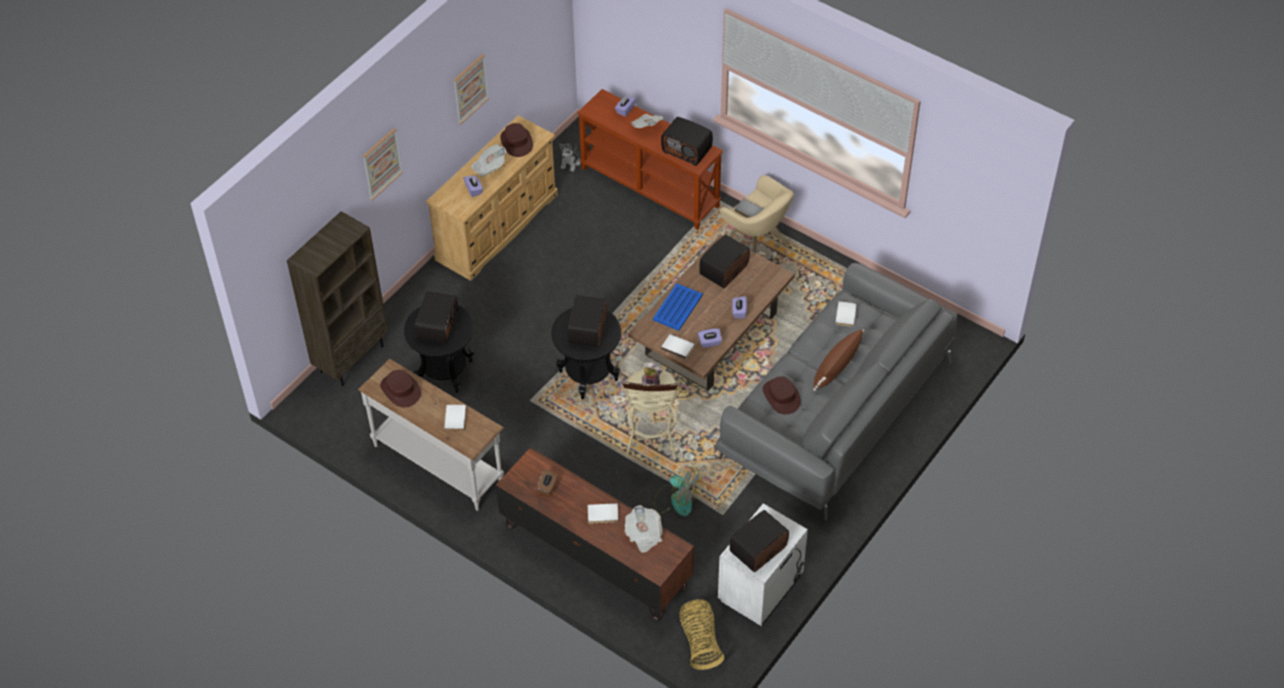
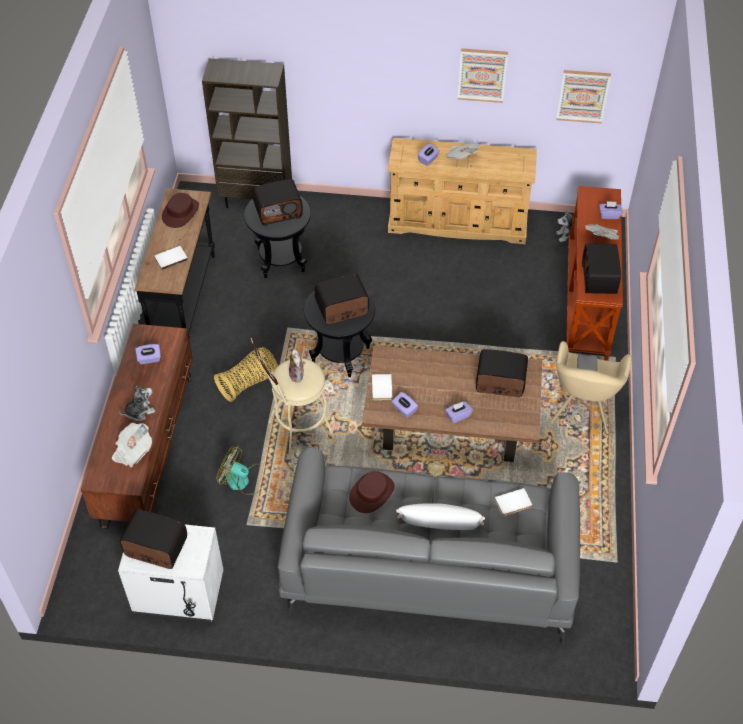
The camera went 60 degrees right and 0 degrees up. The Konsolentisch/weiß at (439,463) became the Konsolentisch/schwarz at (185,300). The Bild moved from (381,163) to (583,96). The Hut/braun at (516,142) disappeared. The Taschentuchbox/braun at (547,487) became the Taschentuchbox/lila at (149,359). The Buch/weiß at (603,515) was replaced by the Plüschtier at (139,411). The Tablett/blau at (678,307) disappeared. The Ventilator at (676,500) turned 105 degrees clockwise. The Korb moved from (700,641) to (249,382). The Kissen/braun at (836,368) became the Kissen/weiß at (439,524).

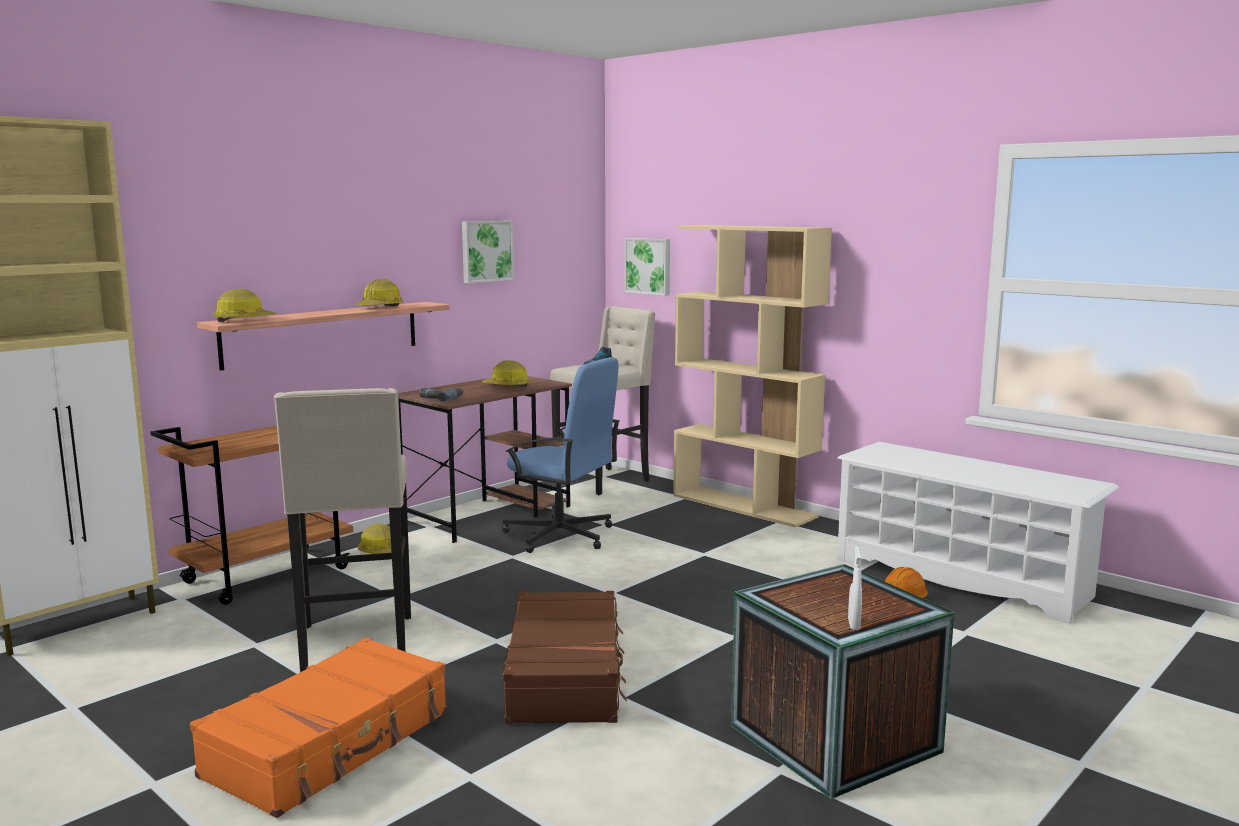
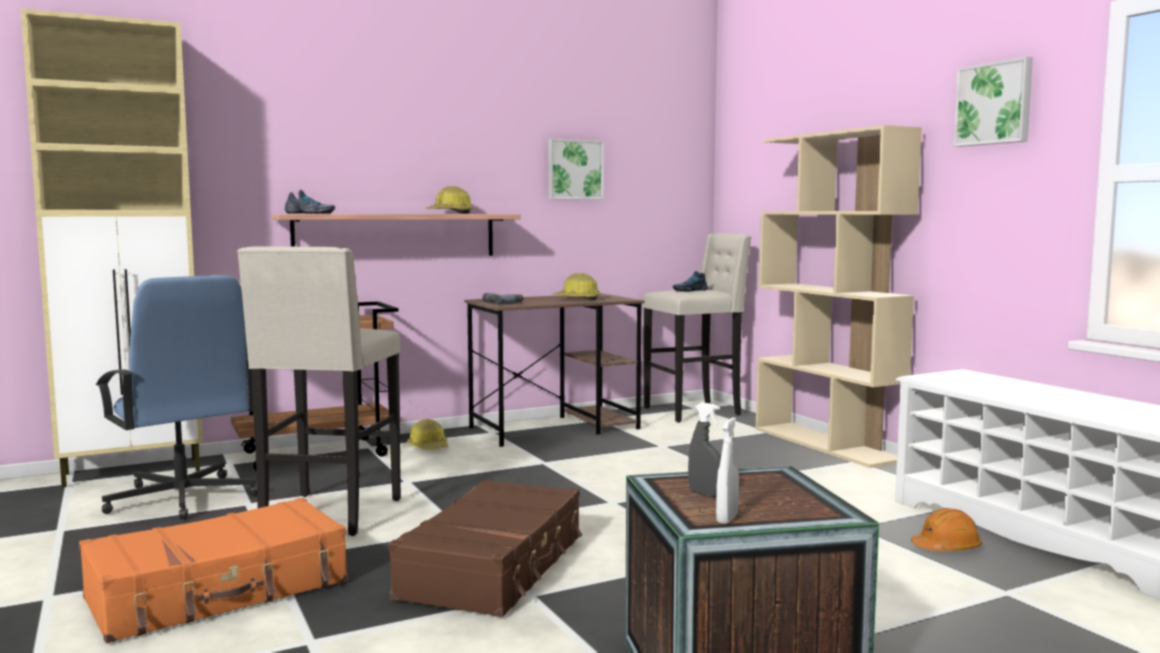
The camera went 20 degrees right and 5 degrees down. The Schutzhelm at (244,320) was replaced by the Schuh at (310,213). The Bürostuhl/blau moved from (560,536) to (182,498). The Bild moved from (648,266) to (994,104). The Sprühflasche/grau at (705,494) appeared.

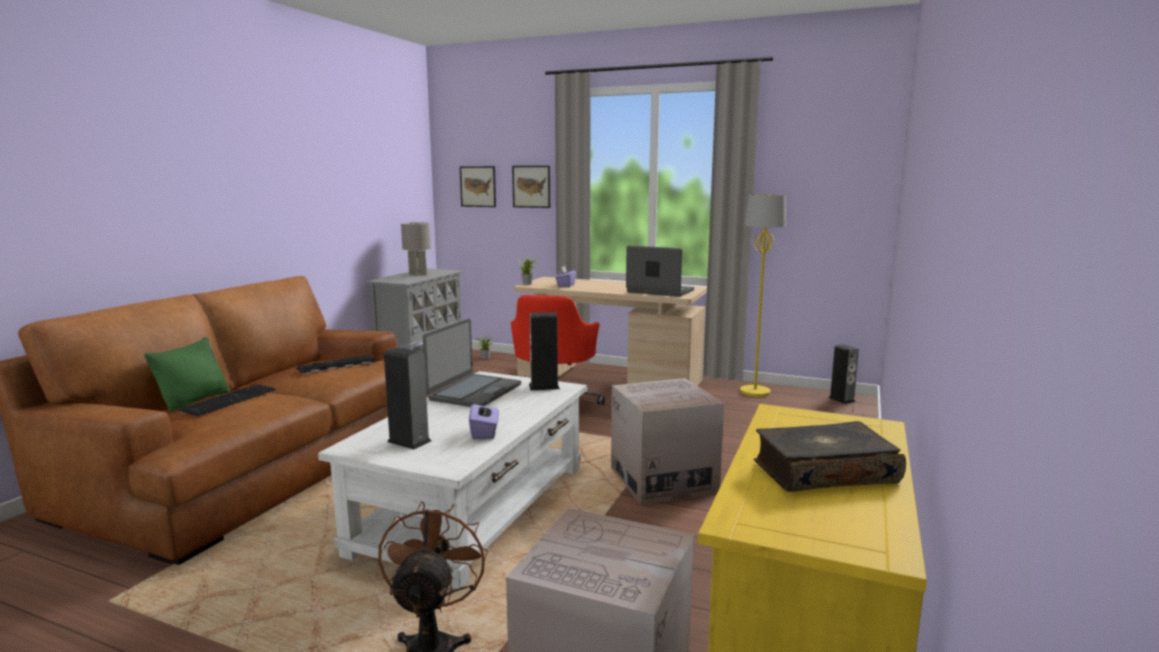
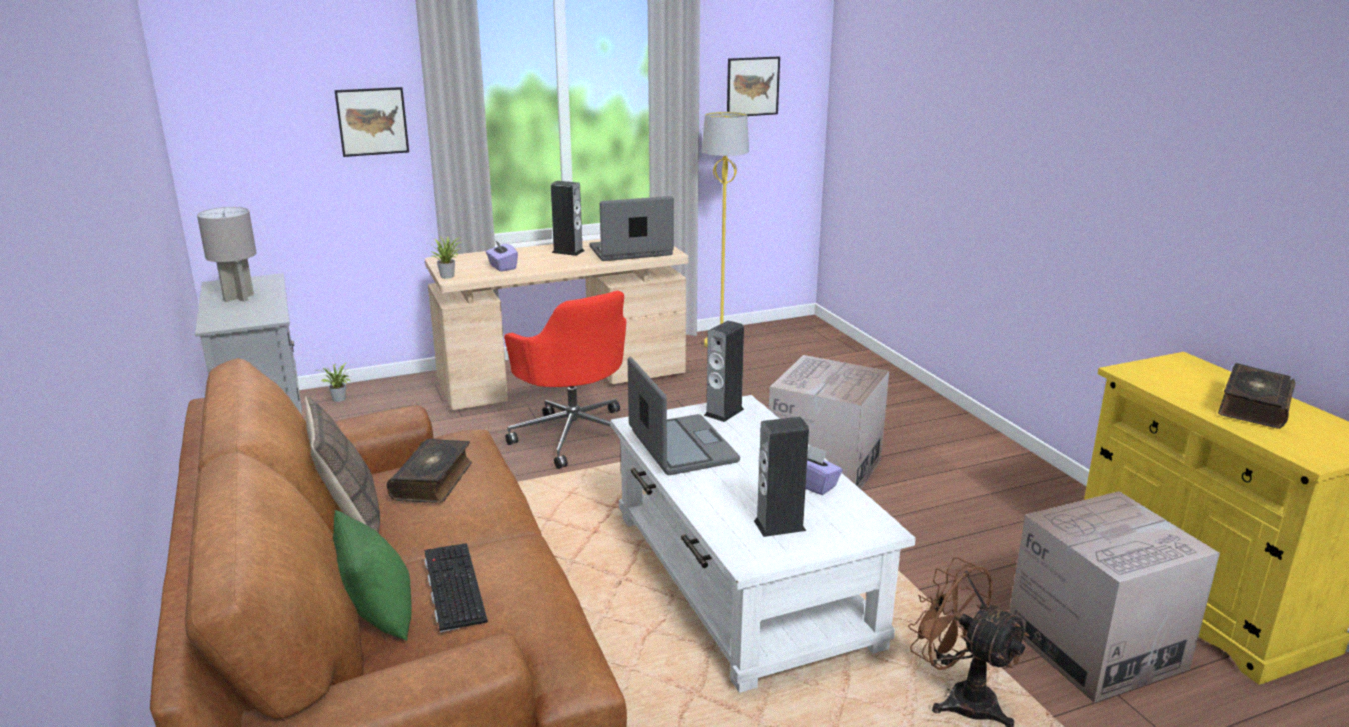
The camera went 45 degrees left and 10 degrees up. The Tastatur at (336,365) was replaced by the Buch at (434,481). The Bild moved from (478,186) to (752,86). The Lautsprecher moved from (841,399) to (568,251). The Kissen at (350,516) appeared.

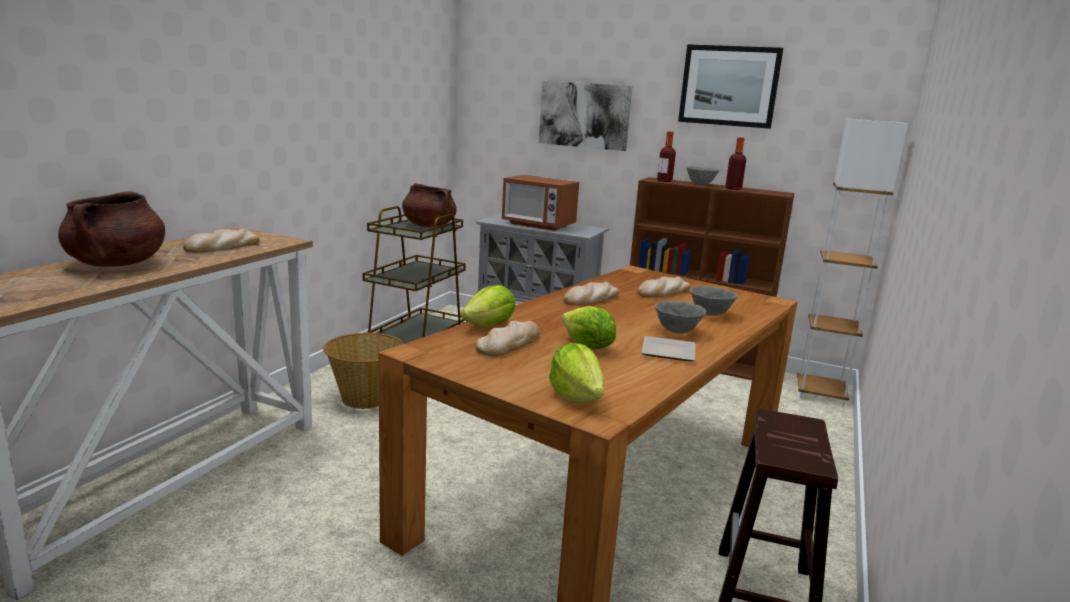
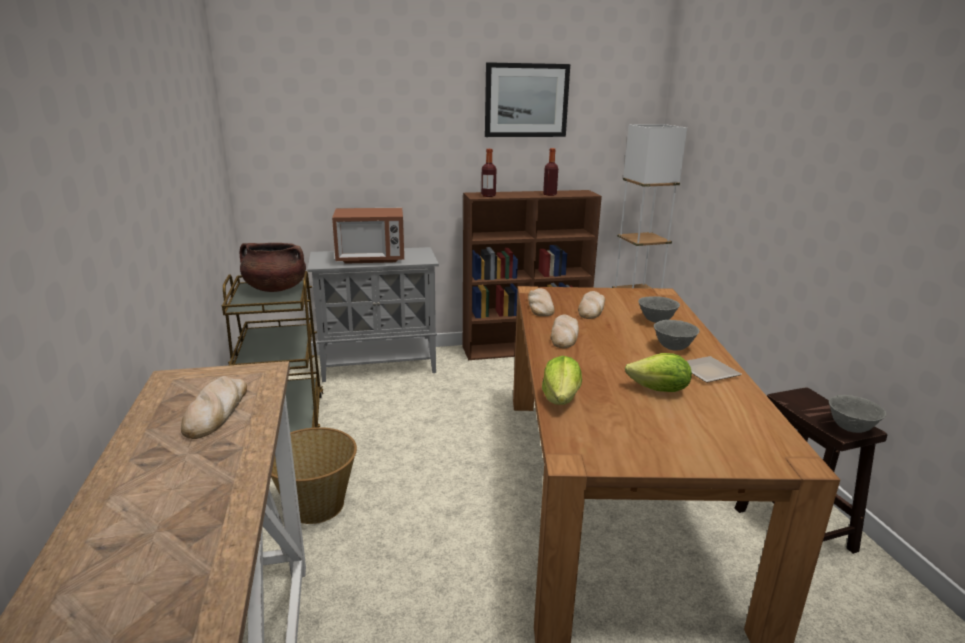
The camera went 35 degrees left and 5 degrees up. The Kochtopf/braun at (117,264) disappeared. The Brot moved from (508,343) to (540,306). The Bild at (584,115) disappeared. The Salatkopf at (576,397) disappeared. The Schüssel/grau moved from (701,184) to (851,428).

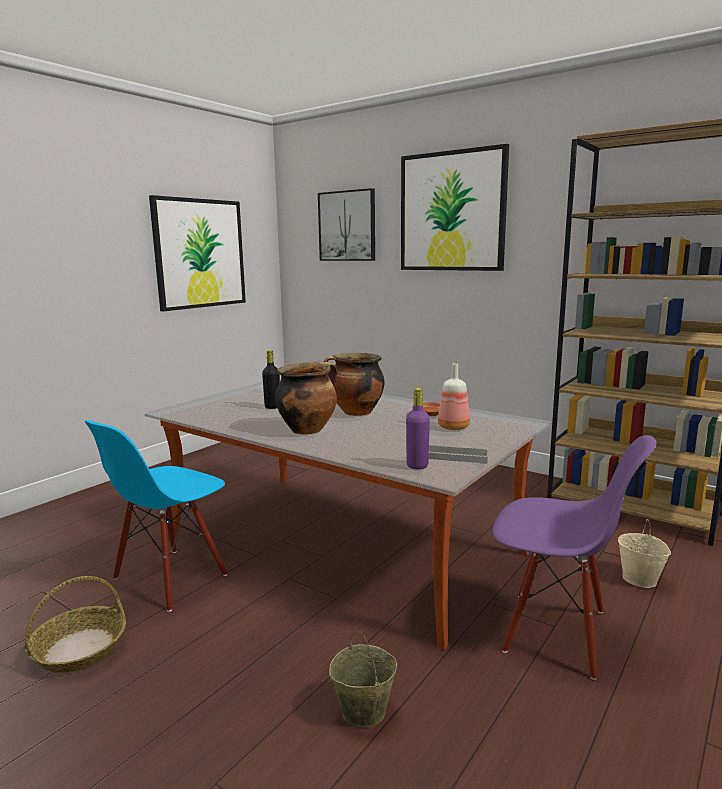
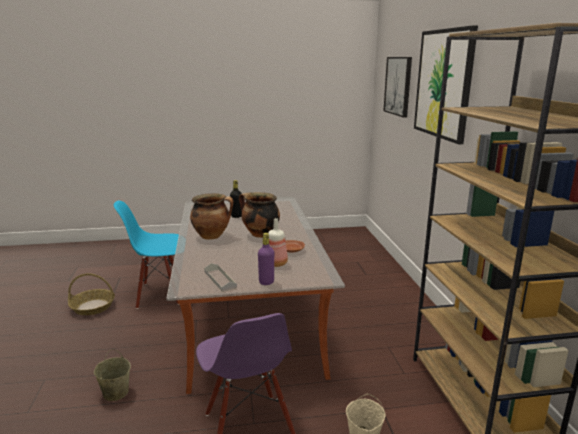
The camera went 45 degrees right and 5 degrees up. The Bild at (200,253) disappeared. The Flasche/lila moved from (417,465) to (266,282).

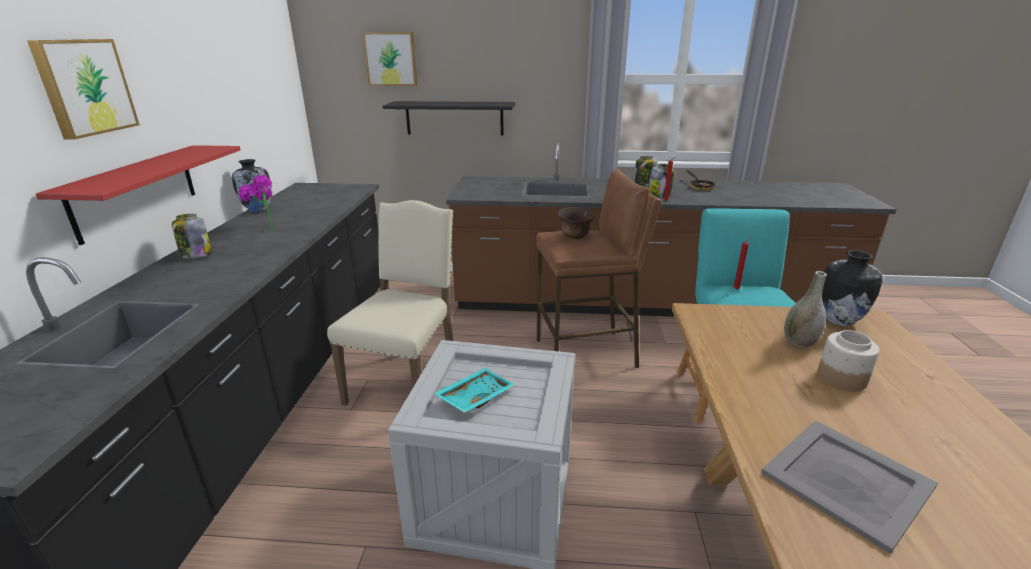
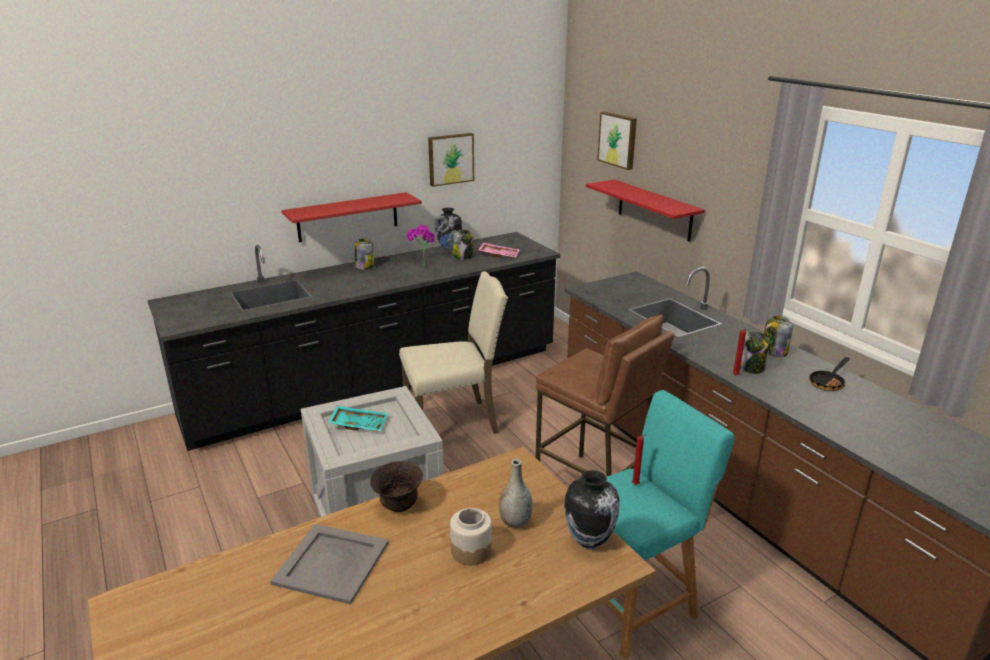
The camera went 55 degrees right and 0 degrees up. The Bild moved from (84,87) to (450,159). The Wandregal/schwarz at (454,118) became the Wandregal/rot at (654,210). The Schüssel/braun moved from (575,237) to (399,506). The Vorratsglas at (463,256) appeared. The Tablett/rosa at (499,255) appeared.

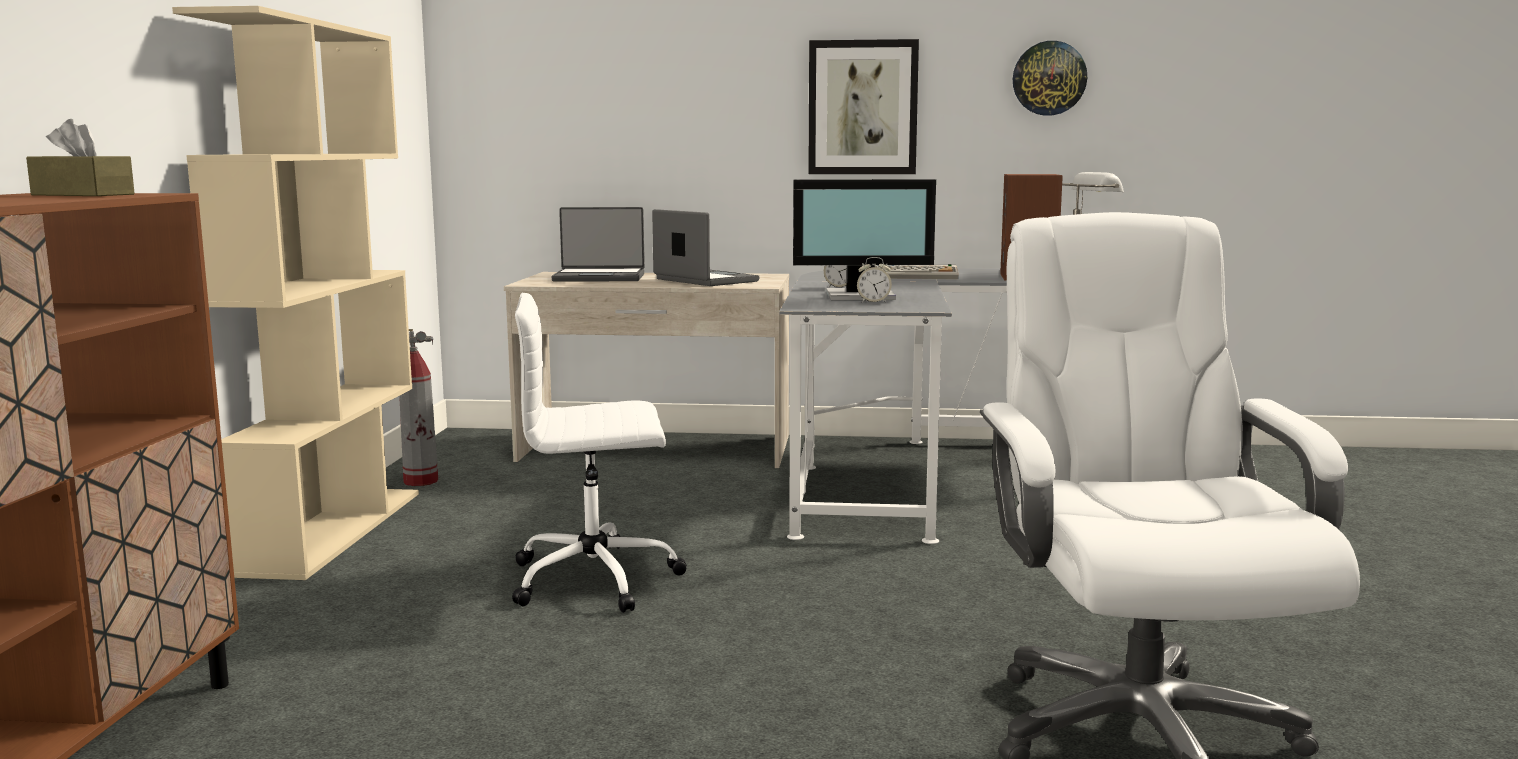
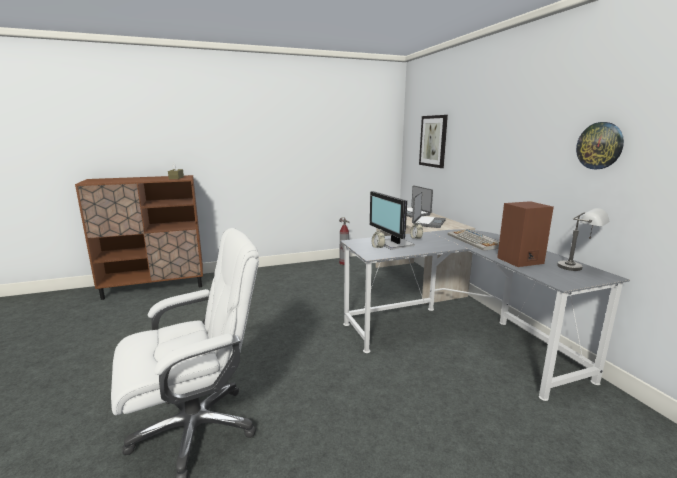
The camera went 65 degrees right and 5 degrees up. The Bücherregal/beige at (332,530) disappeared. The Bürostuhl/weiß at (597,579) disappeared. The Bild moved from (862,108) to (433,141).

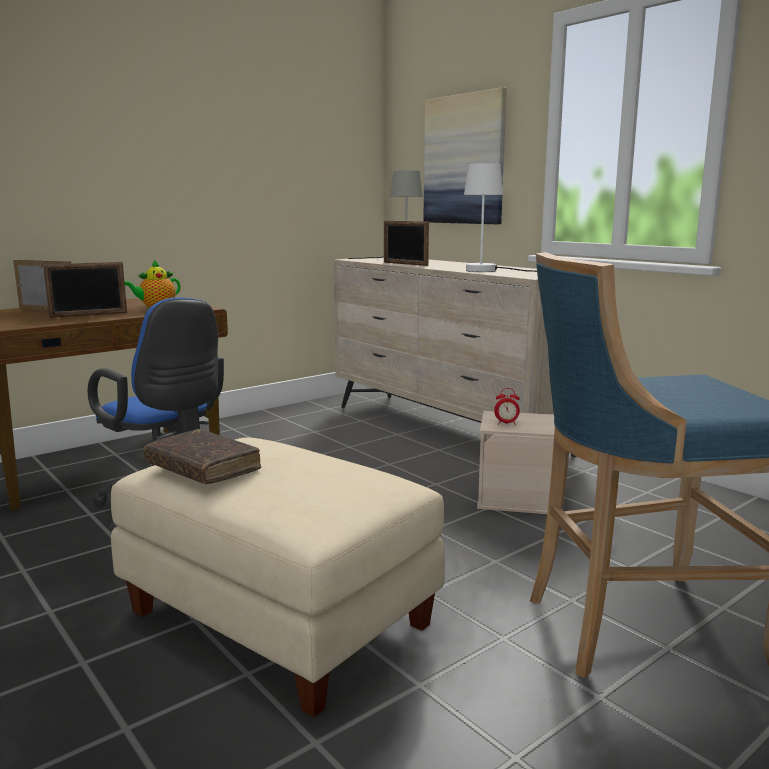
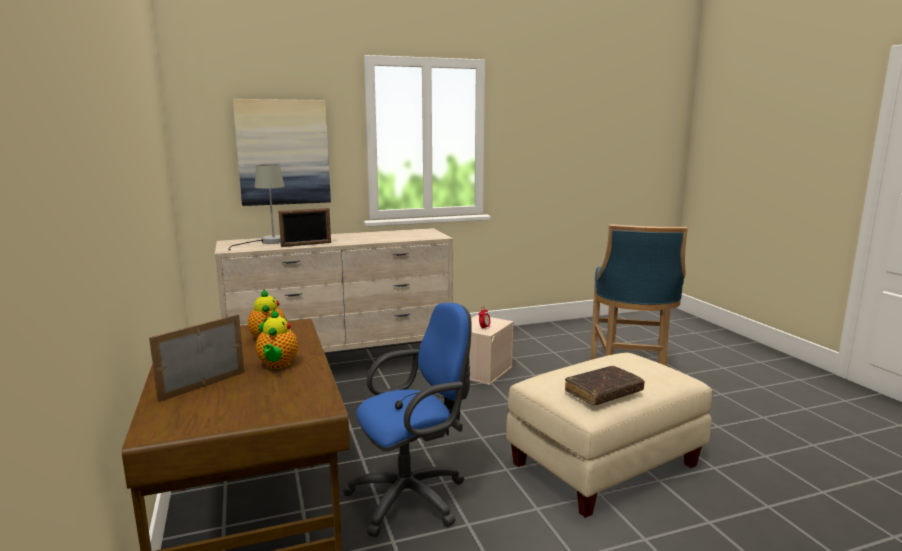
The camera went 70 degrees left and 0 degrees up. The Bilderrahmen at (89,315) was replaced by the Teekanne at (277,365). The Tischlampe/weiß at (491,270) disappeared.

